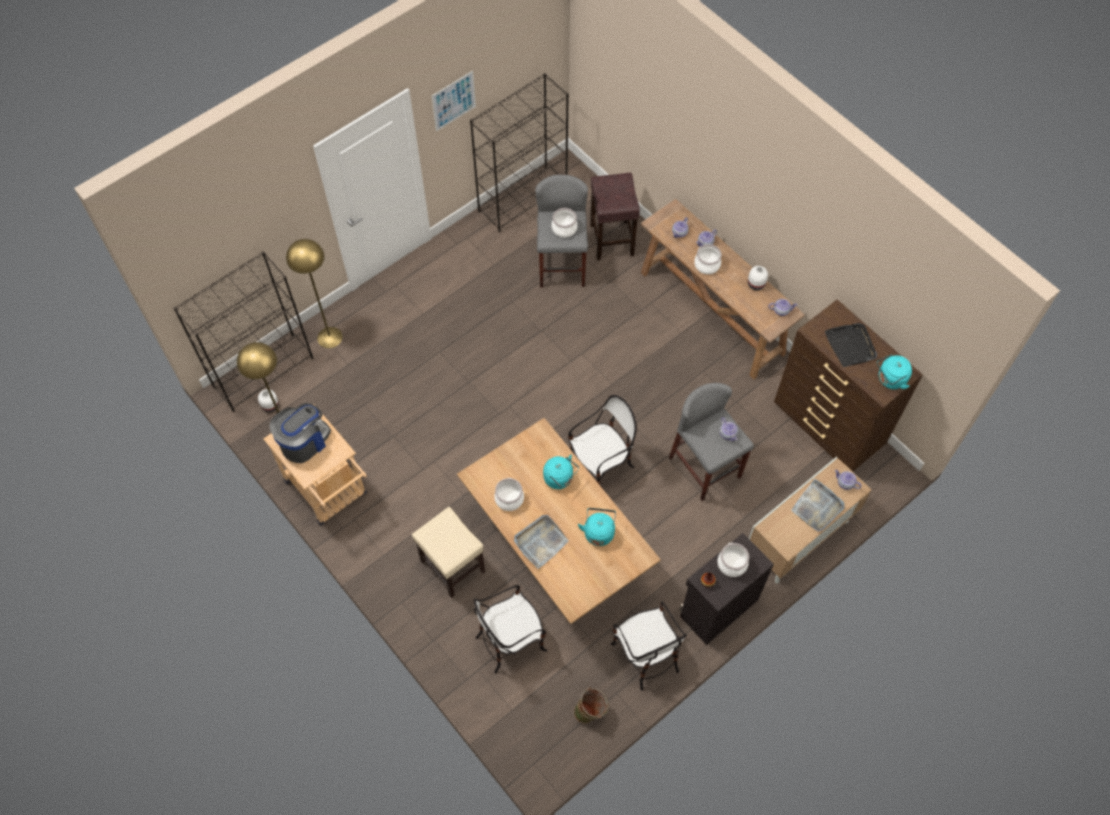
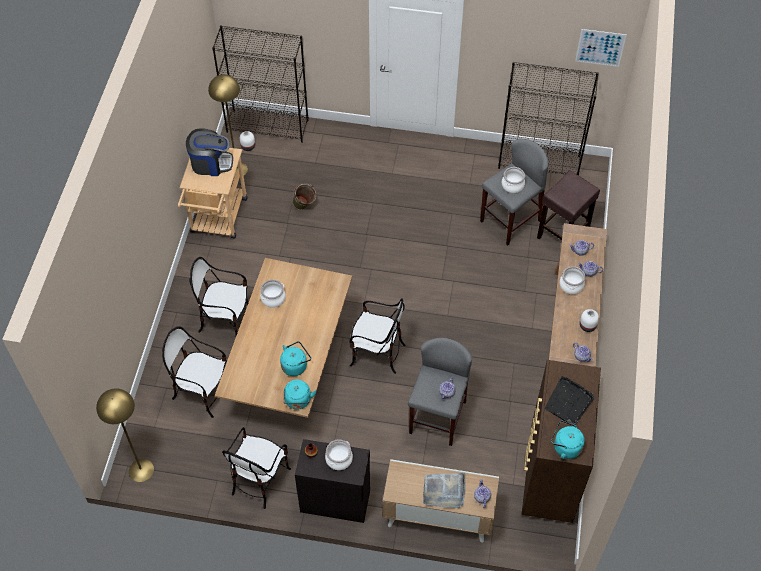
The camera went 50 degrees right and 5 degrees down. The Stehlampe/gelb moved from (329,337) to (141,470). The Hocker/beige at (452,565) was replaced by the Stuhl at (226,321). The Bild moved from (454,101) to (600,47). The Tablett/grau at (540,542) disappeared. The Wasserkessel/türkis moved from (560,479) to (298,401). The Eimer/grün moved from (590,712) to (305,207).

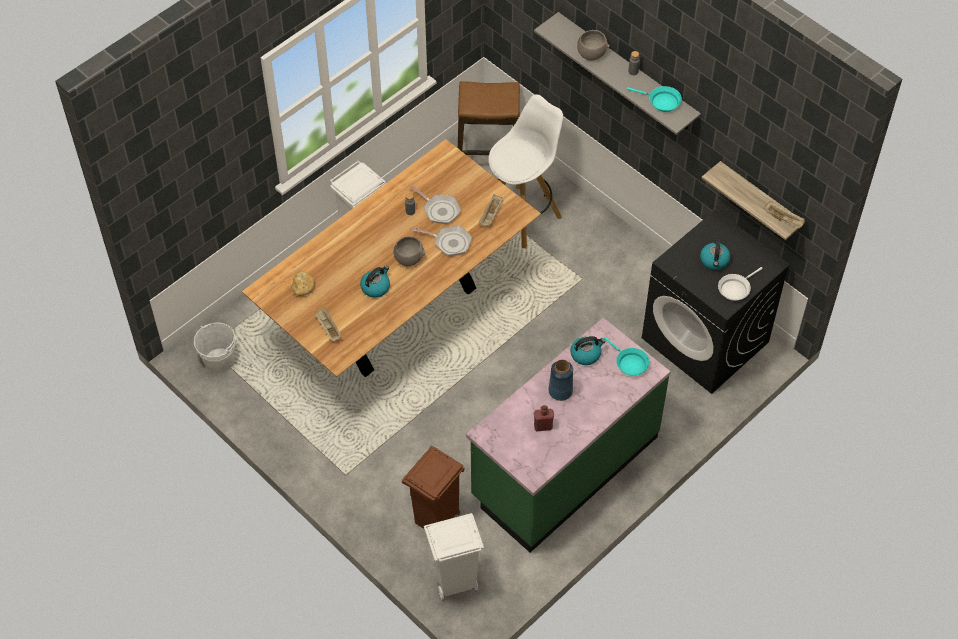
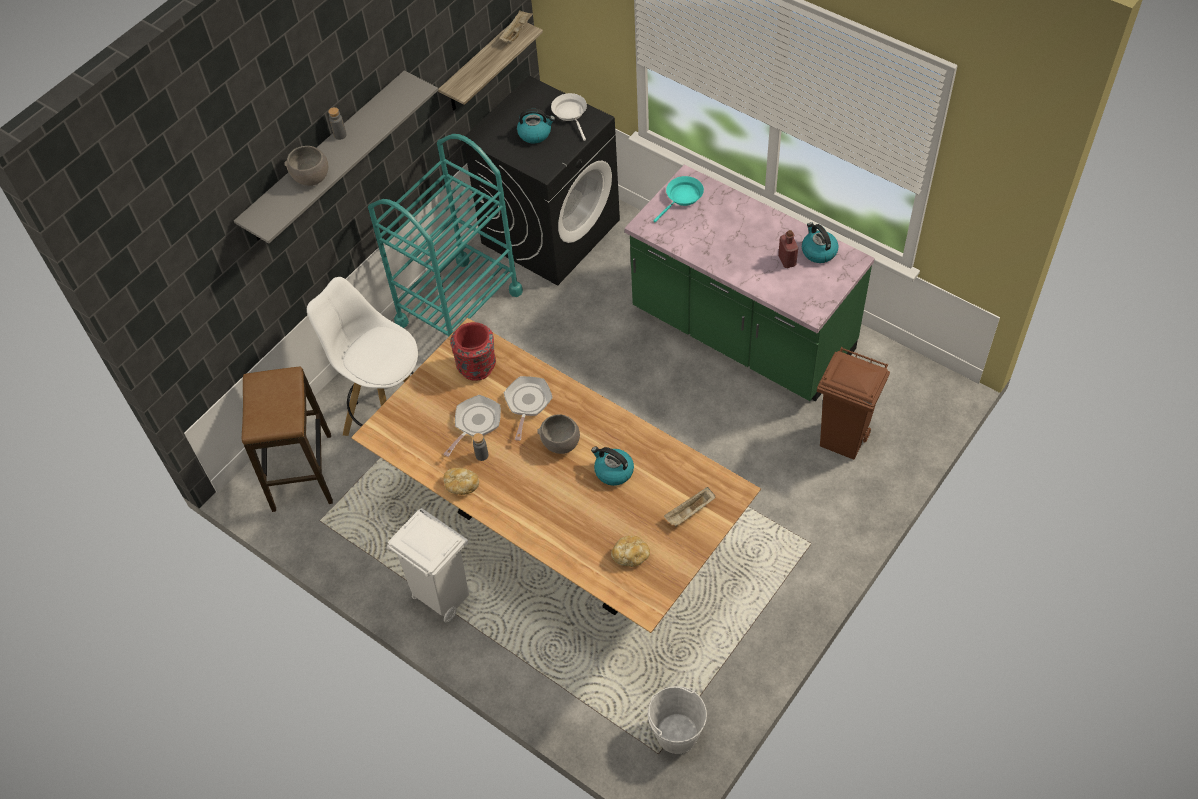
The camera went 95 degrees left and 0 degrees up. The Mülleimer/weiß at (454,582) disappeared. The Tablett/beige at (491,215) was replaced by the Vase/rot at (477,367). The Vase/blau at (560,391) disappeared. The Wasserkessel moved from (586,354) to (818,251). The Pfanne/türkis at (661,102) disappeared. The Pfanne/weiß at (735,289) turned 150 degrees counterclockwise. The Rollwagen/türkis at (459,307) appeared. The Brot at (461,485) appeared.

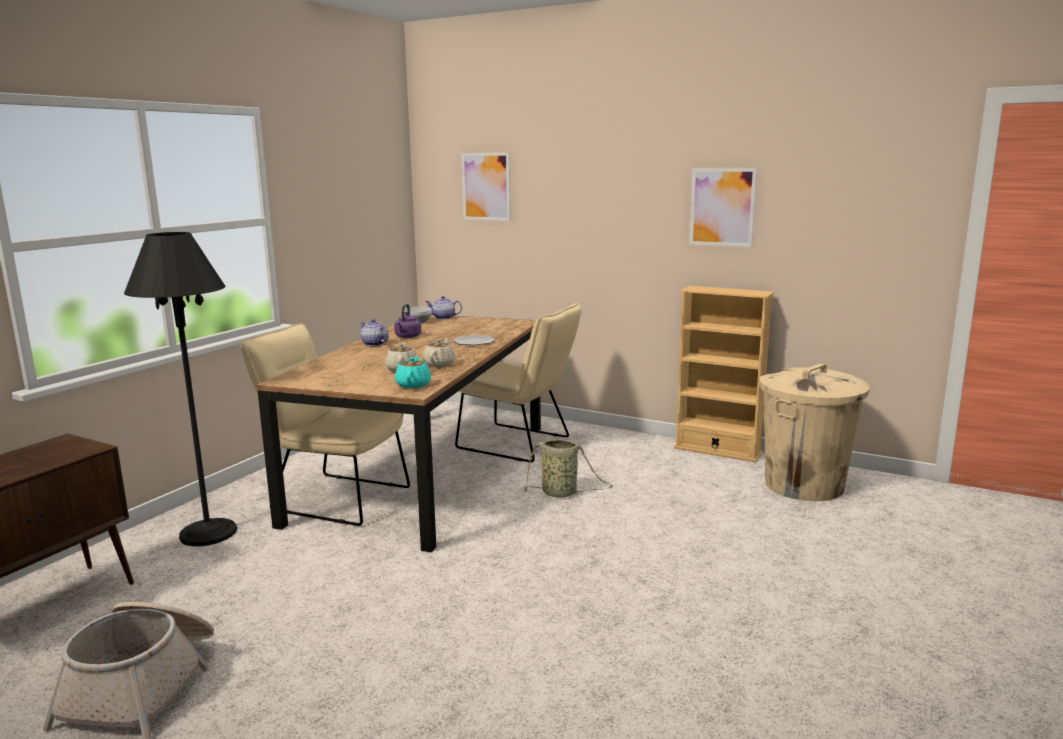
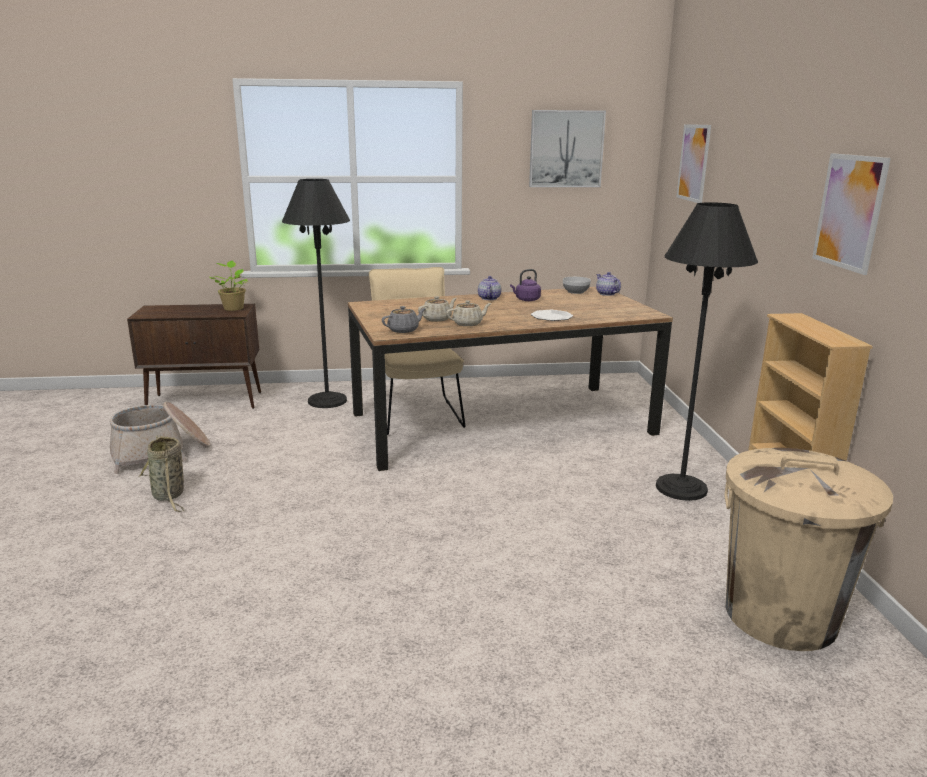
The camera went 55 degrees right and 5 degrees up. The Teekanne/türkis at (413,384) became the Teekanne/grau at (404,330). The Stuhl/beige at (520,444) disappeared. The Korb moved from (562,493) to (169,496). The Topfpflanze at (233,308) appeared. The Bild at (566,149) appeared. The Stehlampe/schwarz at (681,488) appeared.

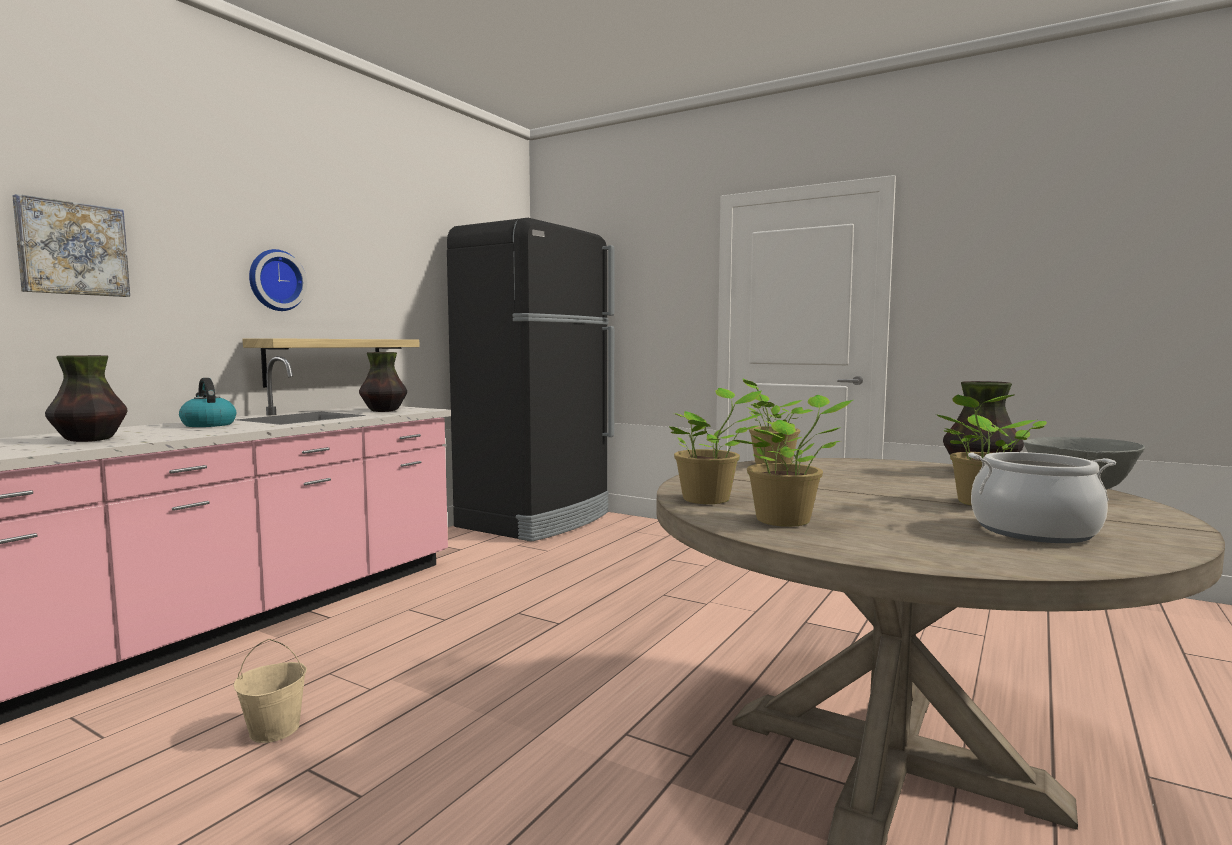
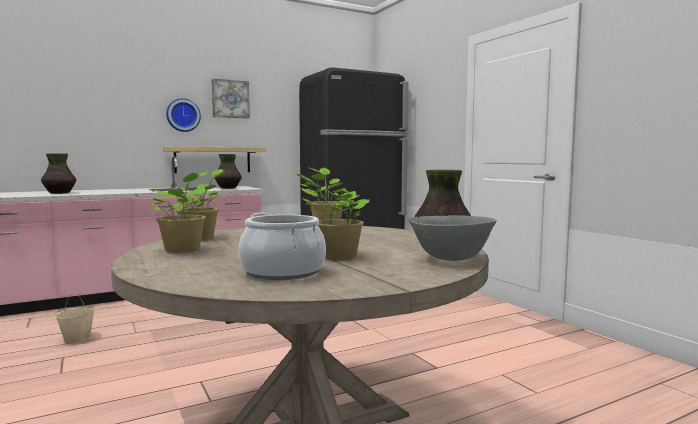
The camera went 30 degrees right and 0 degrees up. The Bild moved from (72,249) to (230,99). The Wasserkessel at (208,424) disappeared.

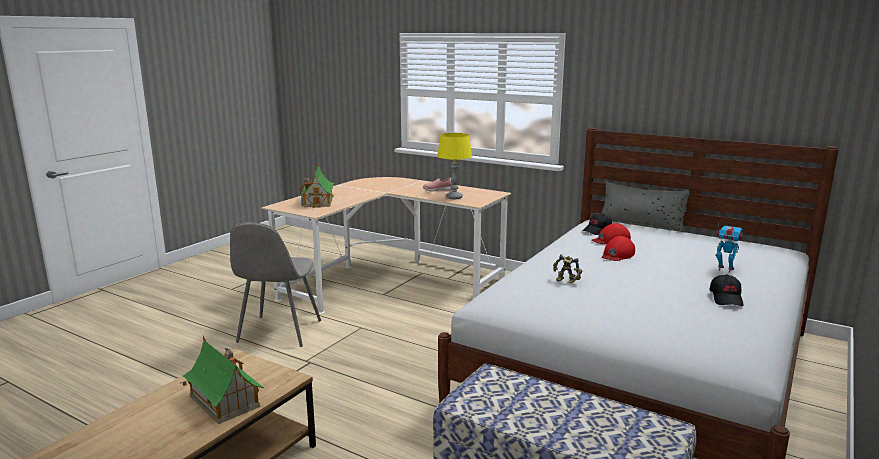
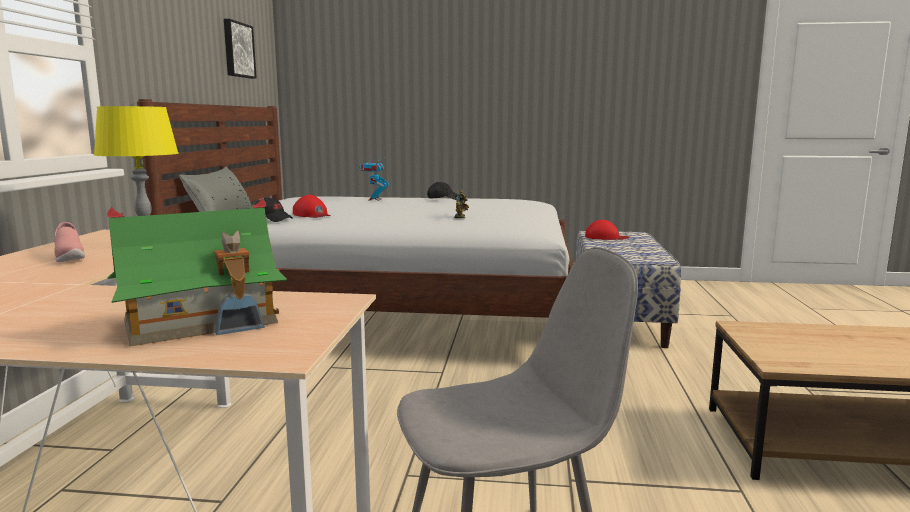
The camera went 115 degrees left and 5 degrees down. The Spielzeughaus at (224,401) disappeared. The Kappe/rot moved from (617,254) to (606,237). The Bild at (237,50) appeared.

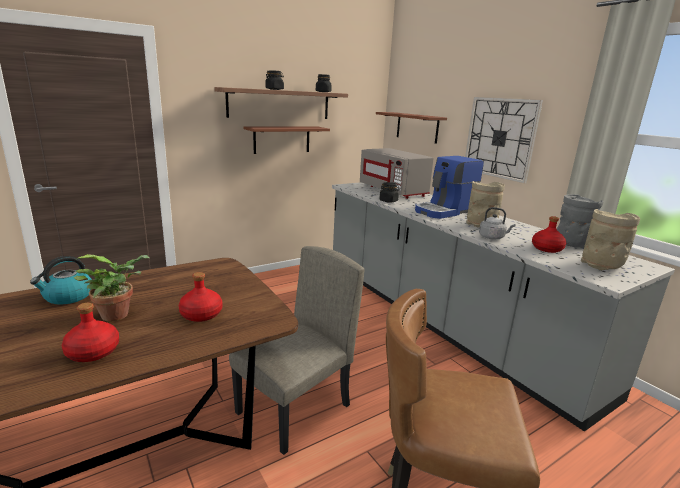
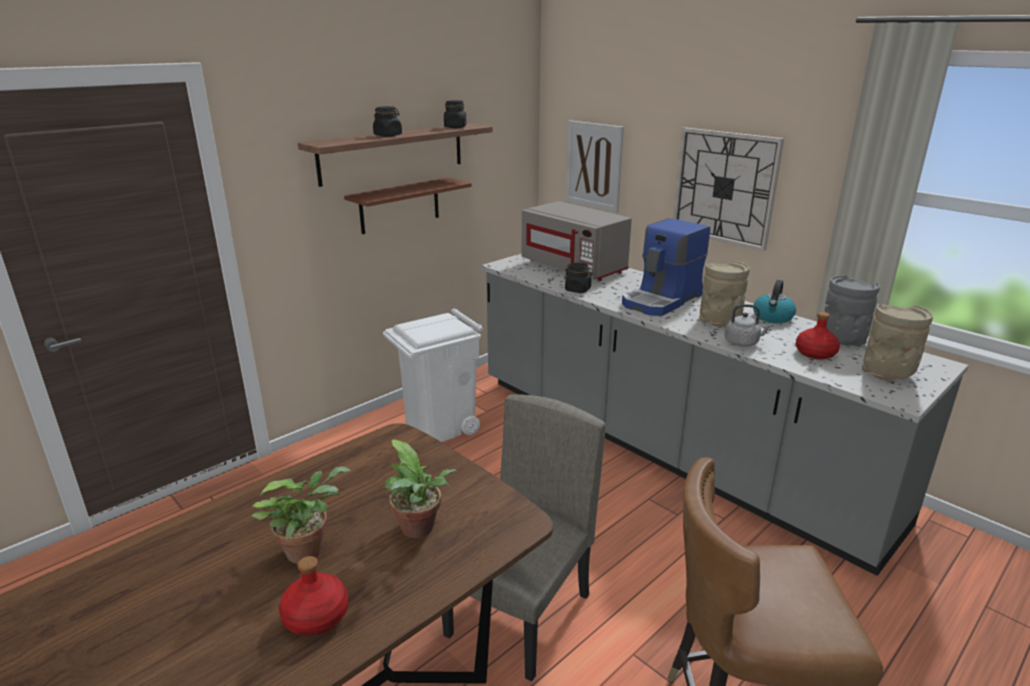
The camera went 10 degrees left and 5 degrees up. The Wasserkessel moved from (68,296) to (773,317). The Flasche/rot at (201,315) was replaced by the Topfpflanze at (420,530). The Wandregal/braun at (417,127) was replaced by the Bild at (594,165). The Mülleimer/weiß at (439,426) appeared.

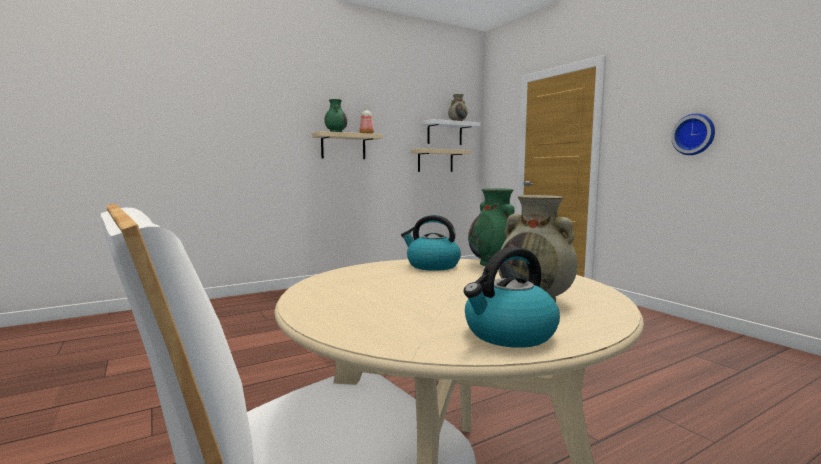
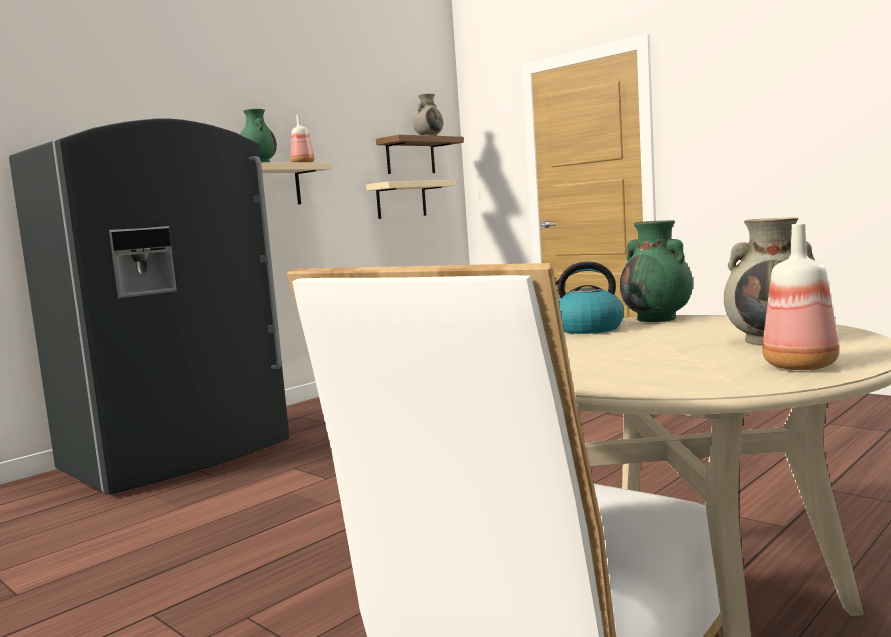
The camera went 15 degrees left and 0 degrees up. The Wandregal/weiß at (444,133) became the Wandregal/braun at (410,156). The Wasserkessel at (509,334) was replaced by the Flasche at (802,366). The Wanduhr at (694,134) disappeared. The Kühlschrank/grau at (179,457) appeared.

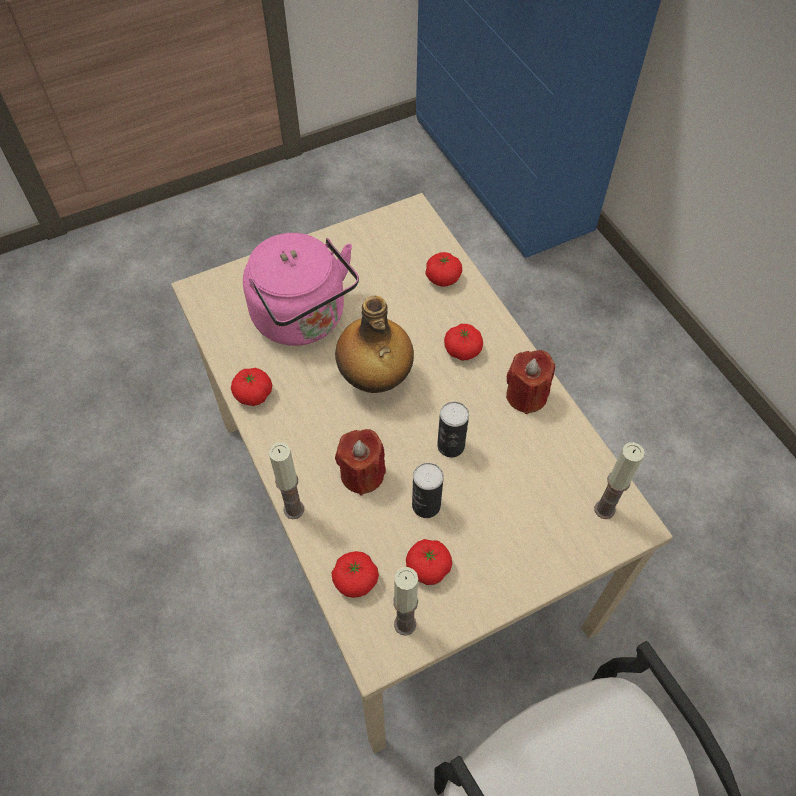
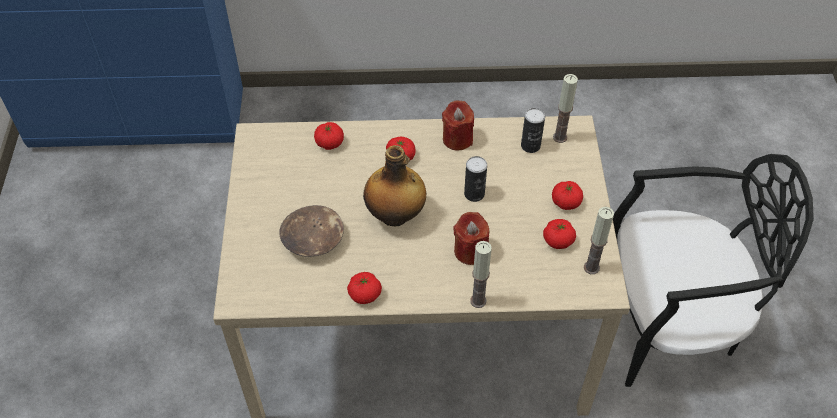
The camera went 65 degrees left and 5 degrees down. The Wasserkessel/rosa at (303,320) was replaced by the Schüssel/braun at (313,239). The Tomate moved from (355,580) to (566,202). The Dose moved from (426,505) to (530,146).

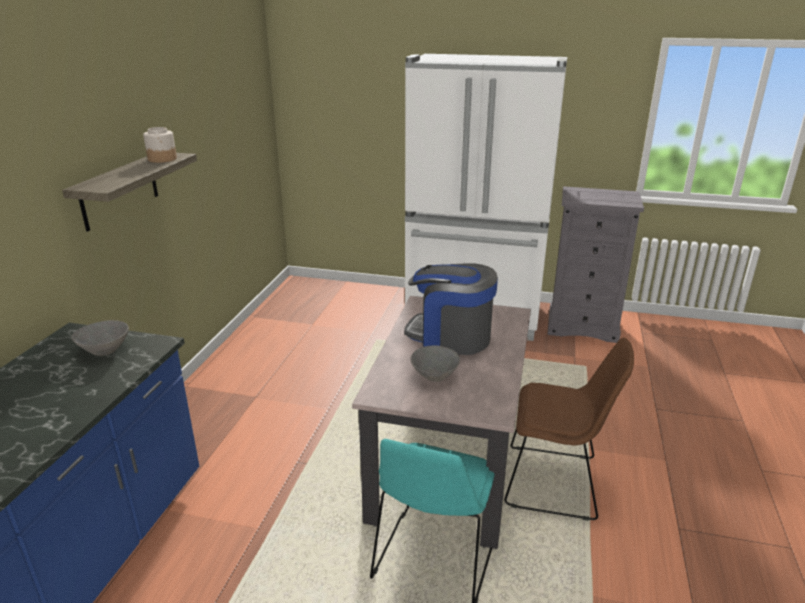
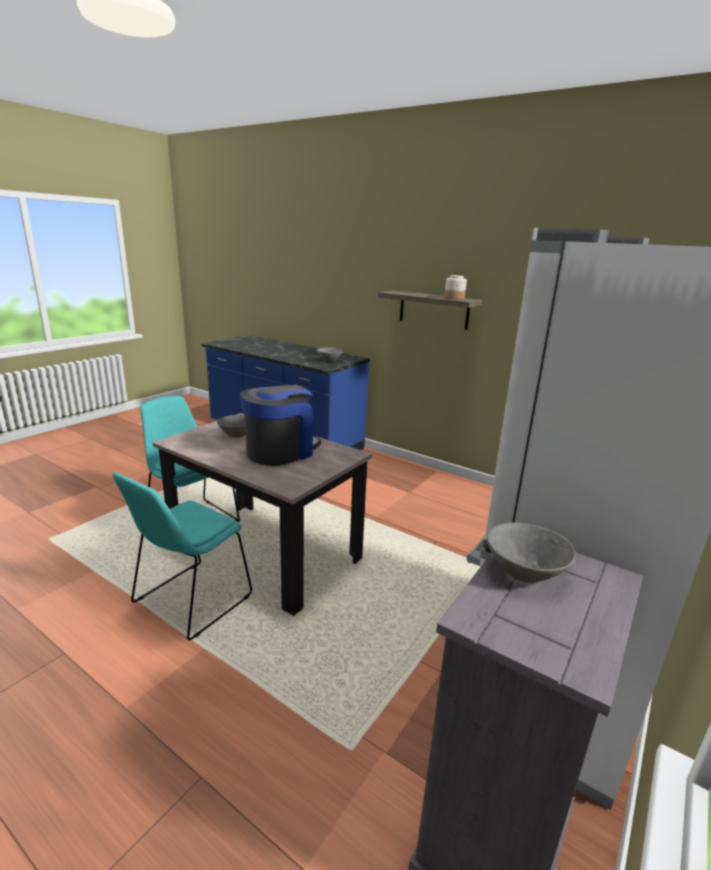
The camera went 110 degrees right and 5 degrees down. The Stuhl/braun at (556,482) became the Stuhl/türkis at (190,601). The Schüssel/grau at (525,573) appeared.

